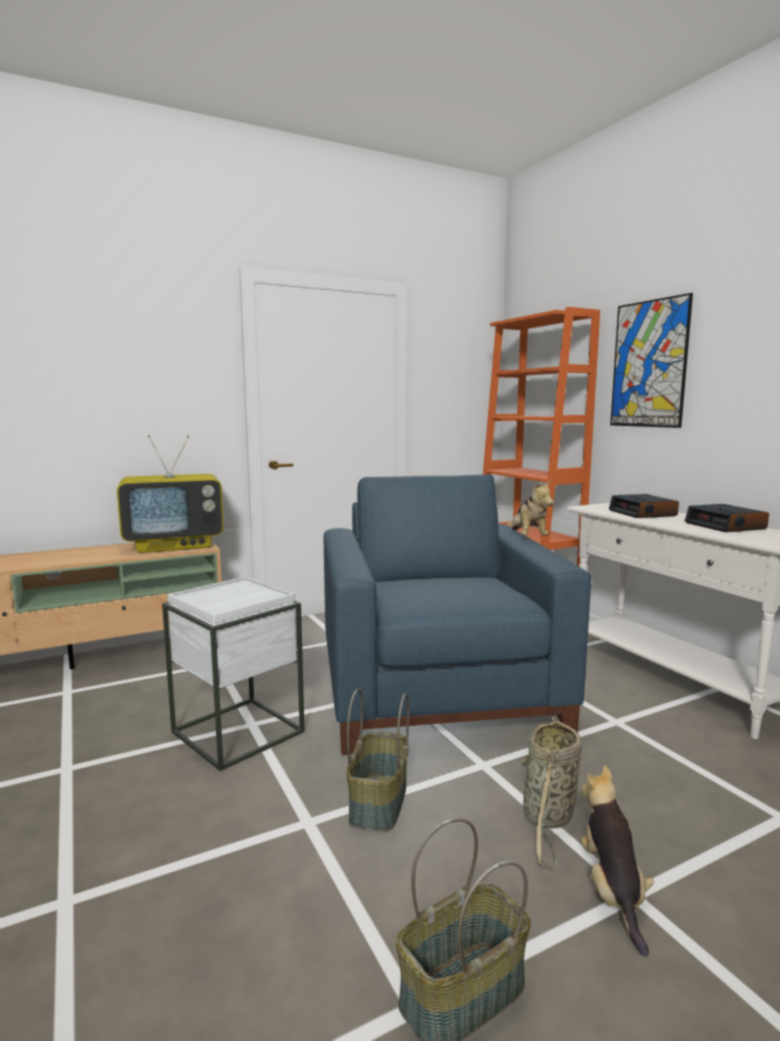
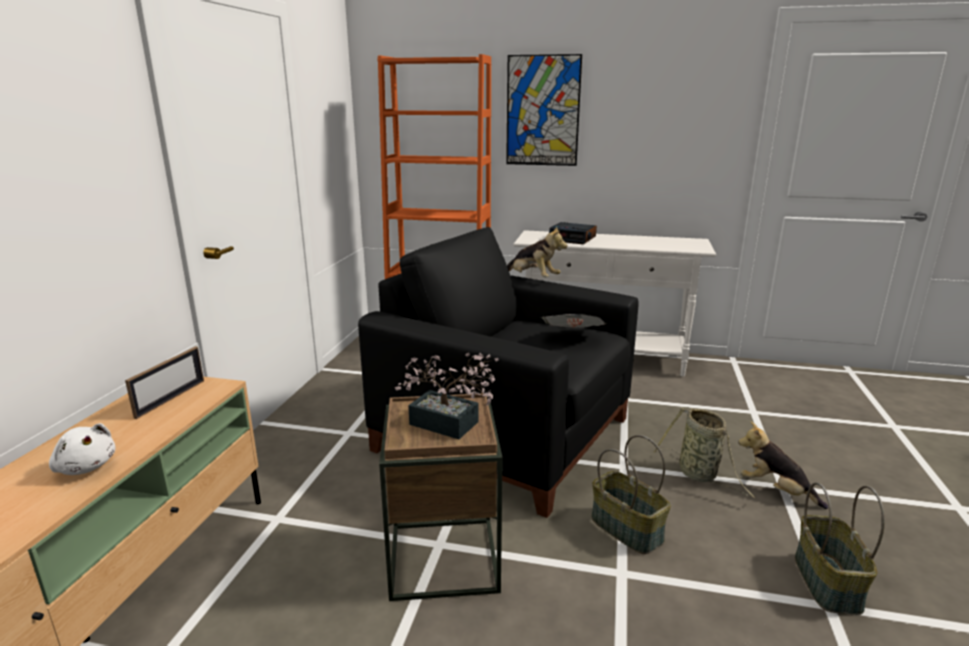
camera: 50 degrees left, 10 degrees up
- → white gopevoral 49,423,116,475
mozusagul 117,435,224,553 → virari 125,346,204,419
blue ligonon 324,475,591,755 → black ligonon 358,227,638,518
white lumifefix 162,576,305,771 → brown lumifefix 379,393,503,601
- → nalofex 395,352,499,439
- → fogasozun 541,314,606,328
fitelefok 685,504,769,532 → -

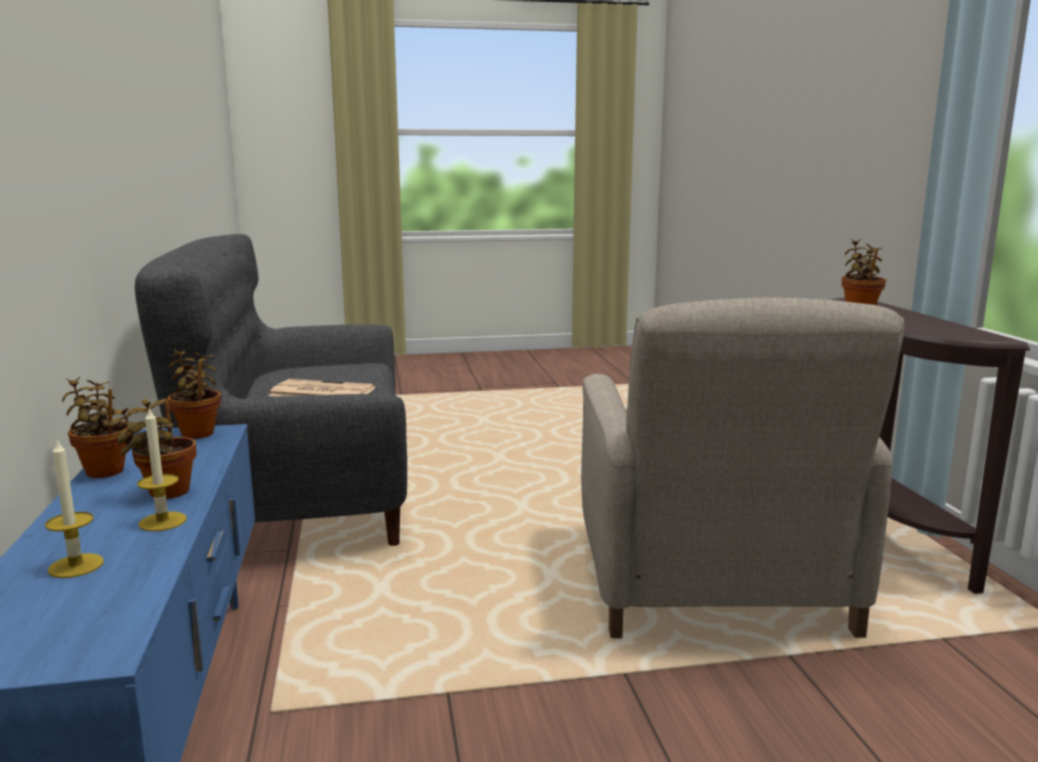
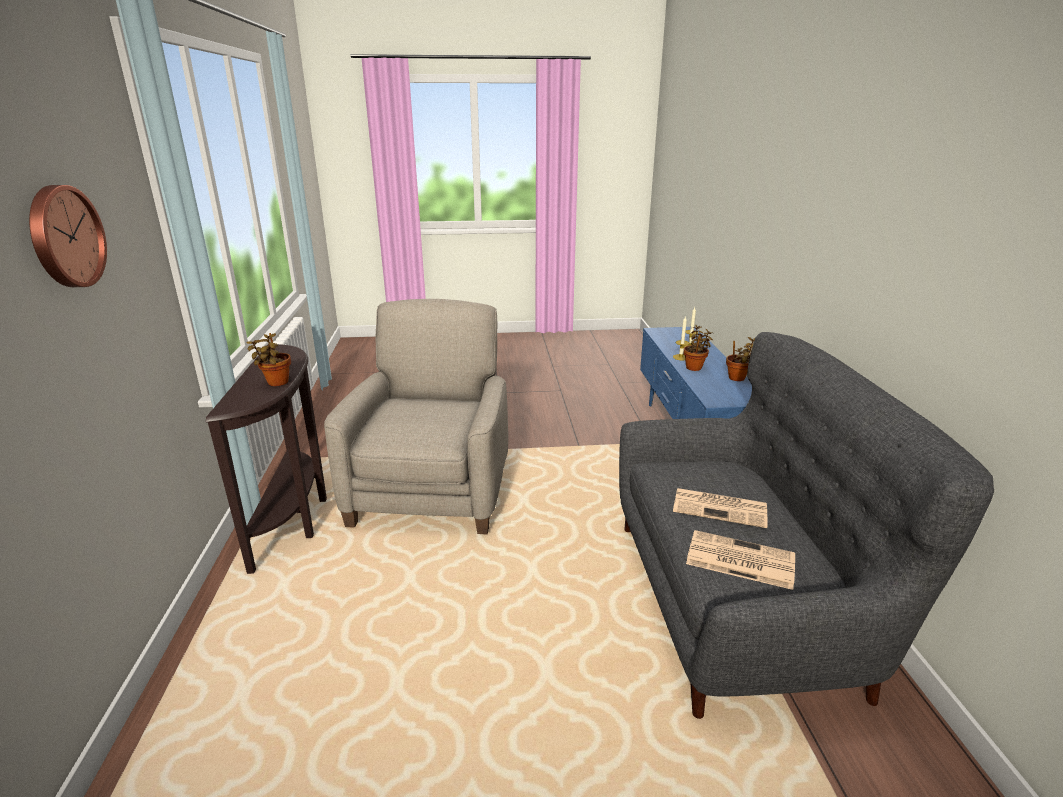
camera: 175 degrees left, 10 degrees up
- → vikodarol 29,185,107,287
- → fogasozun 686,530,795,590
nalofex 168,349,221,439 → -

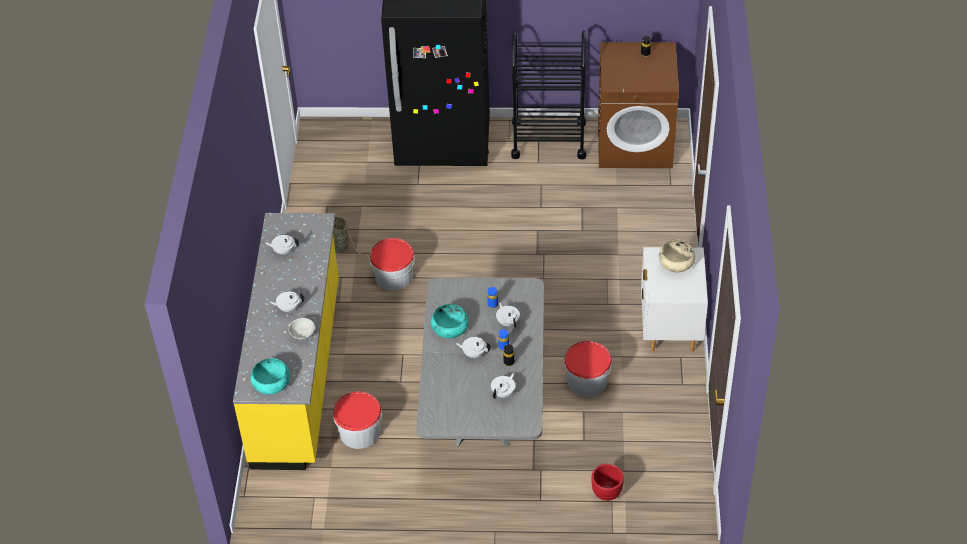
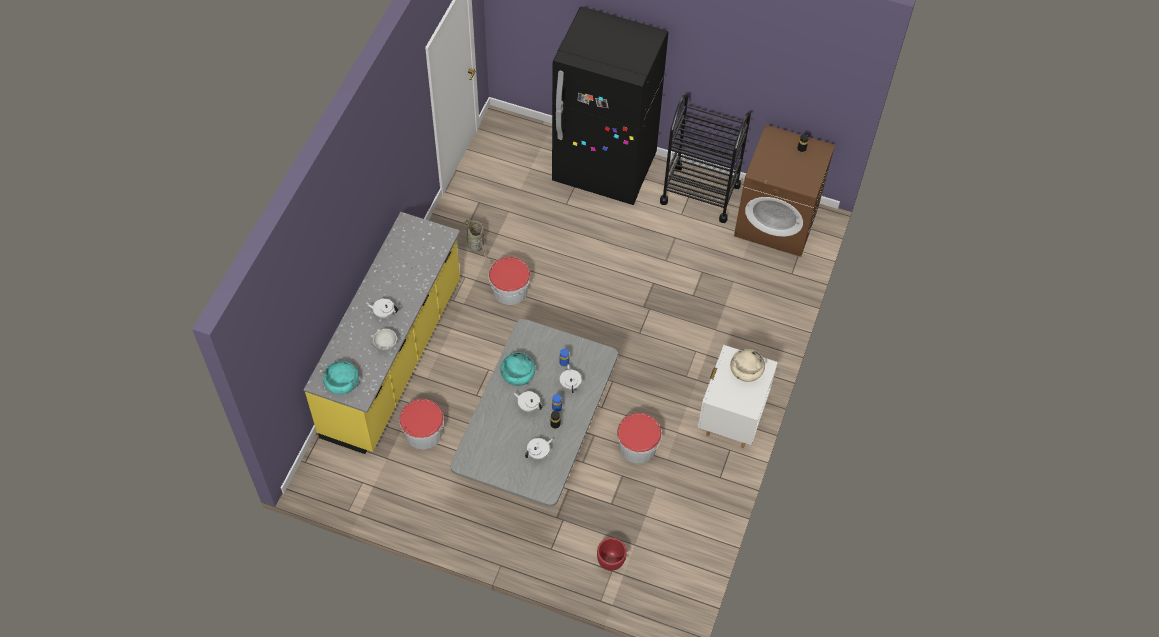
camera: 15 degrees right, 10 degrees up
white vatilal 265,235,299,255 → -

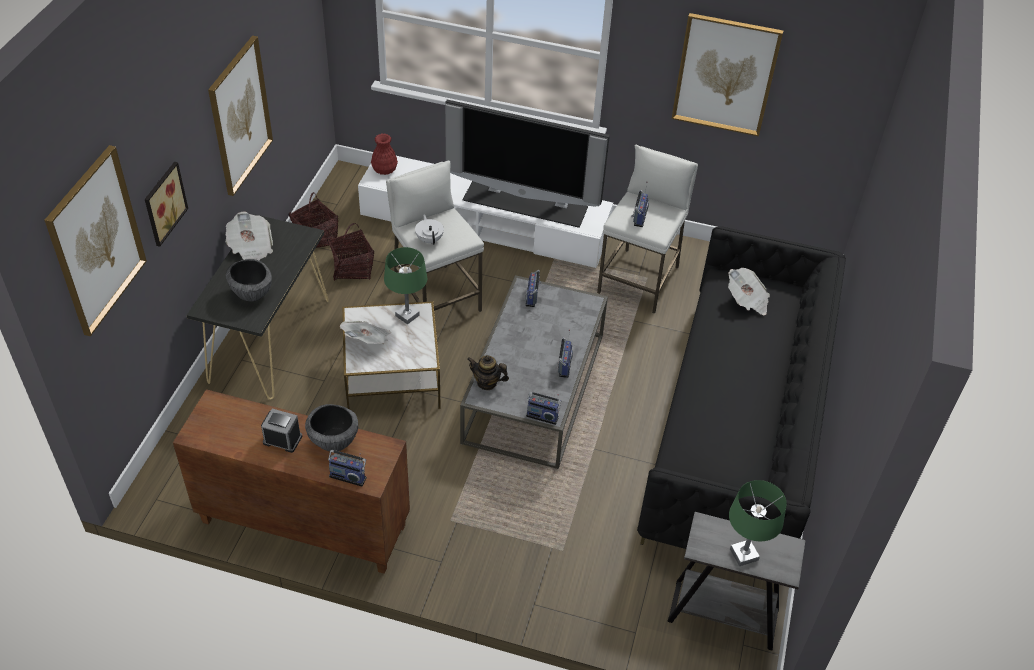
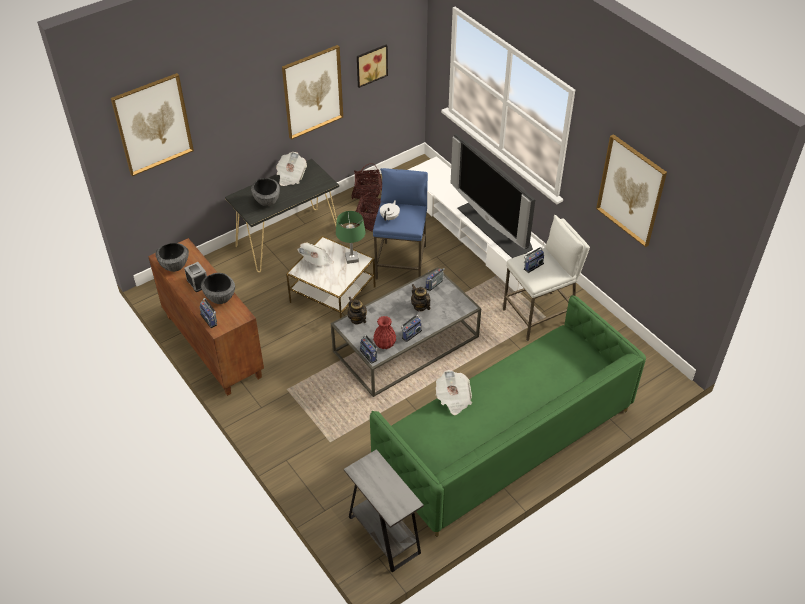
camera: 40 degrees right, 0 degrees up
- → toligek 156,243,189,272
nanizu 145,162,188,247 → nanizu 357,45,388,88, moved
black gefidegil 637,226,846,549 → green gefidegil 370,295,646,537
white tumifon 386,160,484,312 → blue tumifon 373,168,428,280
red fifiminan 371,133,398,175 → red fifiminan 373,316,396,349, moved
- → vatilal 411,284,430,312
fogasozun 728,268,770,315 → fogasozun 436,370,472,415, moved
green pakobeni 729,480,787,566 → -

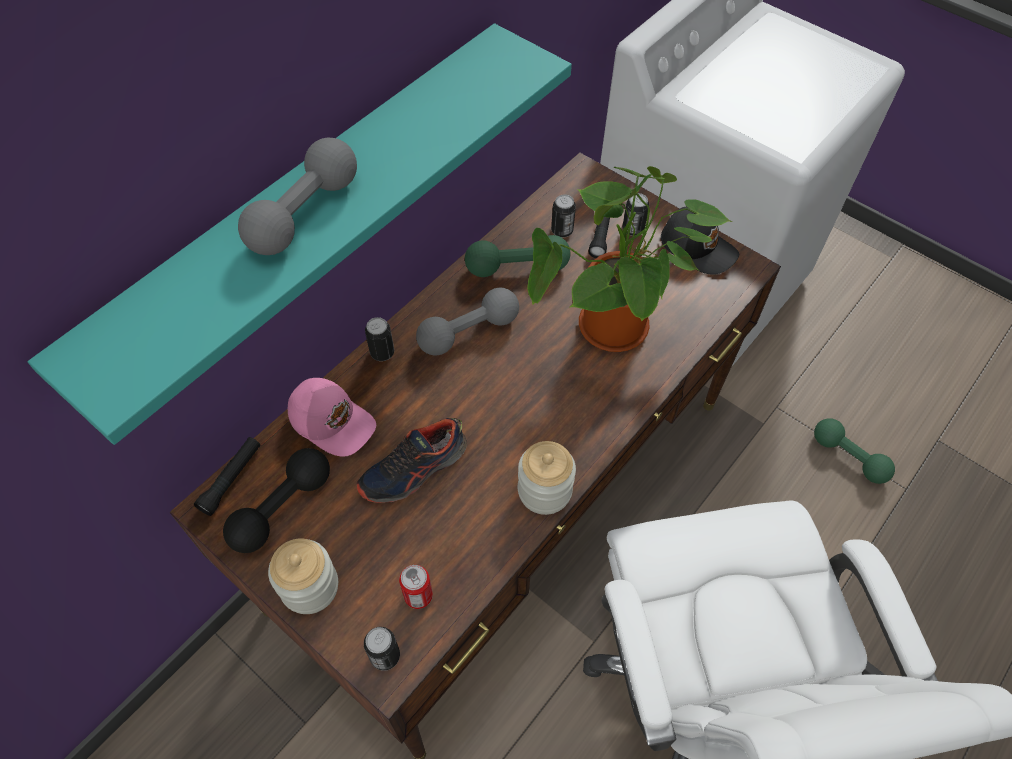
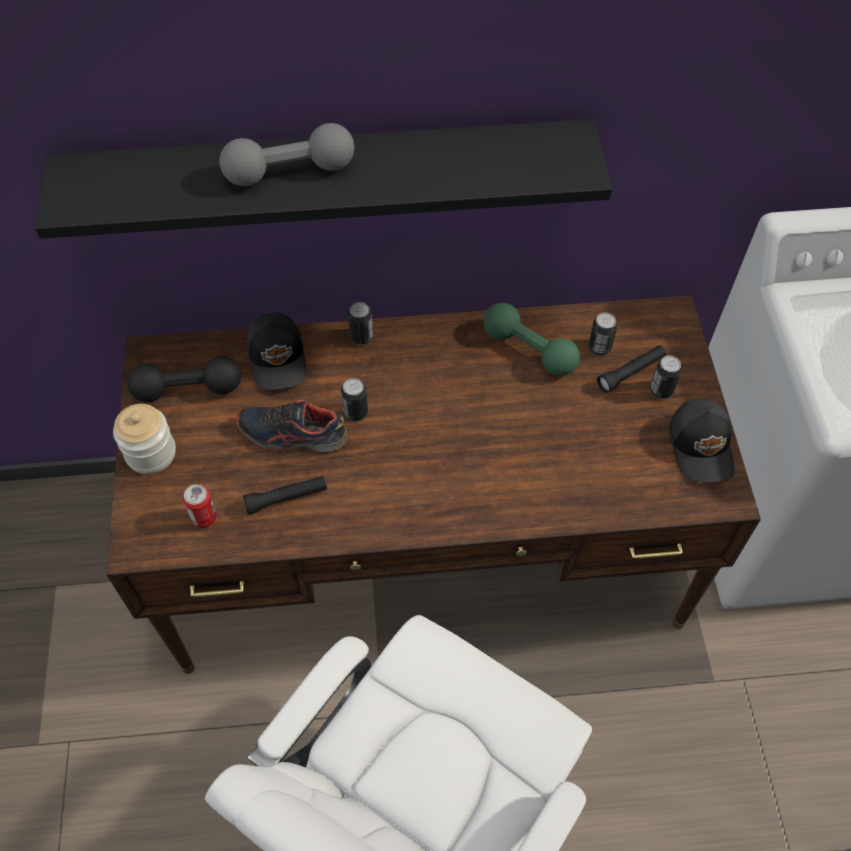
camera: 45 degrees right, 0 degrees up
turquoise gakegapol 28,23,572,445 → black gakegapol 35,119,612,239
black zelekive 194,437,261,516 → black zelekive 243,476,327,515, moved
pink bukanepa 288,378,376,457 → black bukanepa 247,312,307,390
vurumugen 364,627,400,671 → vurumugen 341,378,368,421, moved
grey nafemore 416,288,519,355 → -
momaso 518,441,576,515 → -
nalofex 527,166,732,352 → -
green nafemore 814,418,895,484 → -

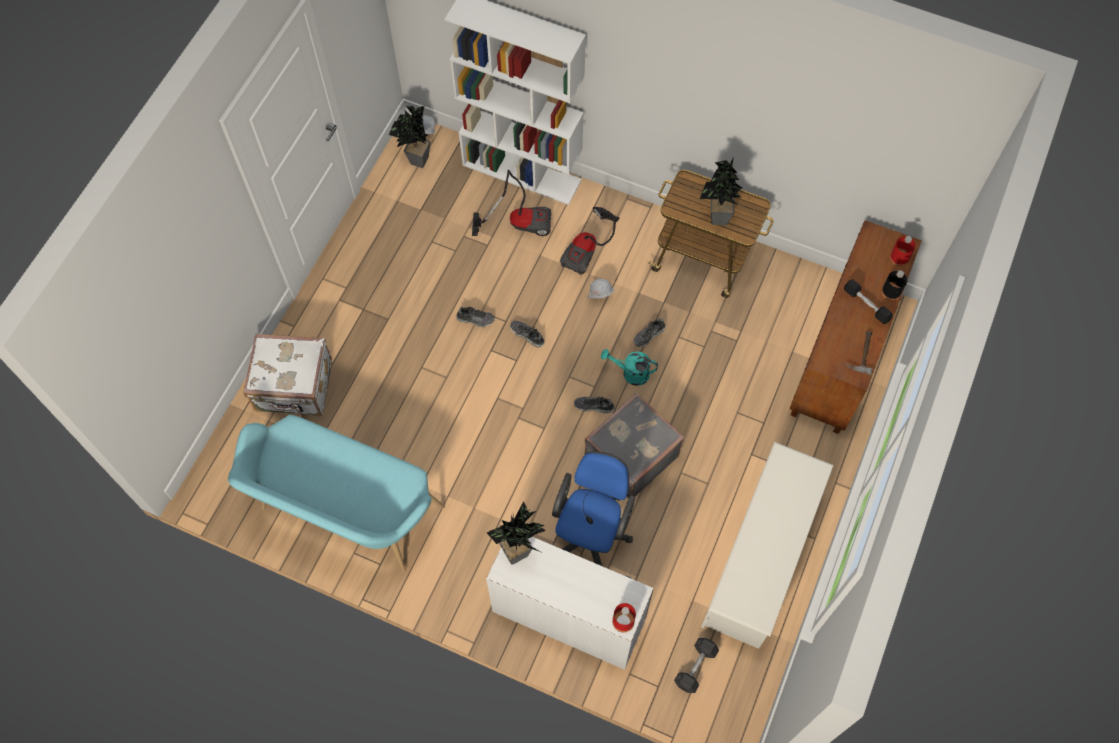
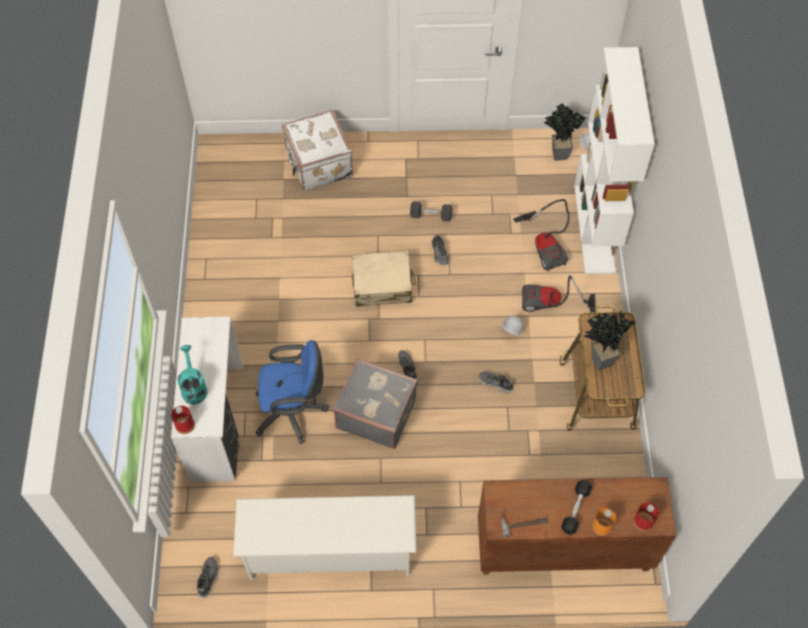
camera: 65 degrees right, 5 degrees down
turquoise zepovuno 601,349,658,386 → turquoise zepovuno 178,345,208,405, moved
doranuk 510,321,545,347 → doranuk 197,557,218,598, moved
- → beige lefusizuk 352,251,416,307
grey nafemore 674,638,719,693 → grey nafemore 410,201,453,221, moved
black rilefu 881,270,908,301 → orange rilefu 592,508,616,536
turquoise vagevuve 228,415,445,572 → -
nalofex 487,501,546,565 → -

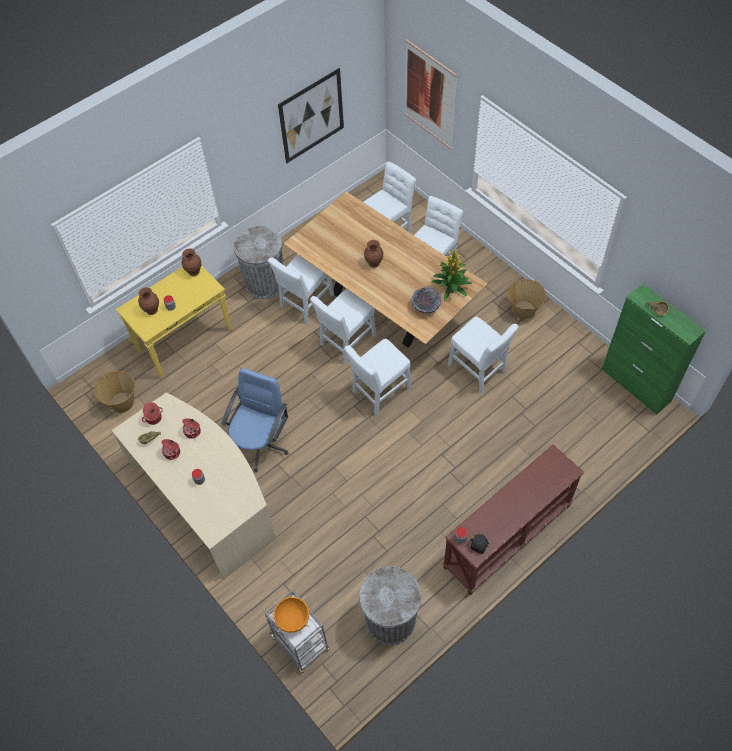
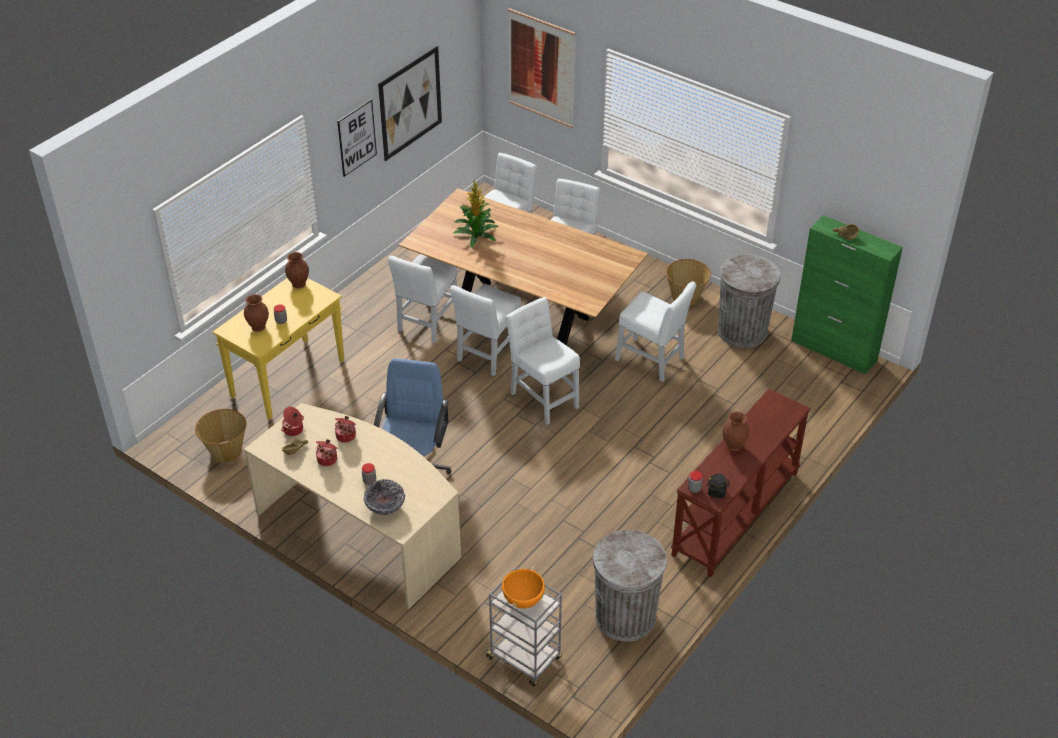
camera: 15 degrees left, 15 degrees down
- → nanizu 337,99,377,177
toligek 411,287,441,314 → toligek 363,479,405,515, moved
nalofex 431,248,472,300 → nalofex 453,180,499,248, moved
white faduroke 344,339,411,416 → white faduroke 505,297,580,425, 105 degrees clockwise
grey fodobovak 233,226,284,299 → grey fodobovak 718,254,780,348, moved
brown fifiminan 364,240,383,268 → brown fifiminan 722,411,749,451, moved

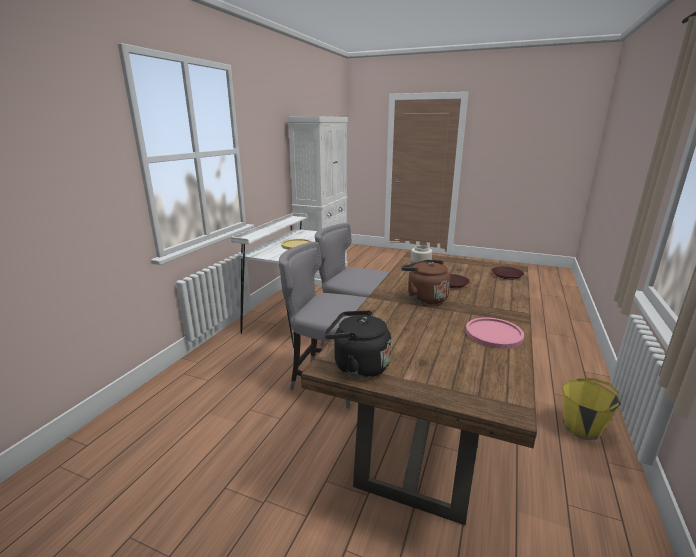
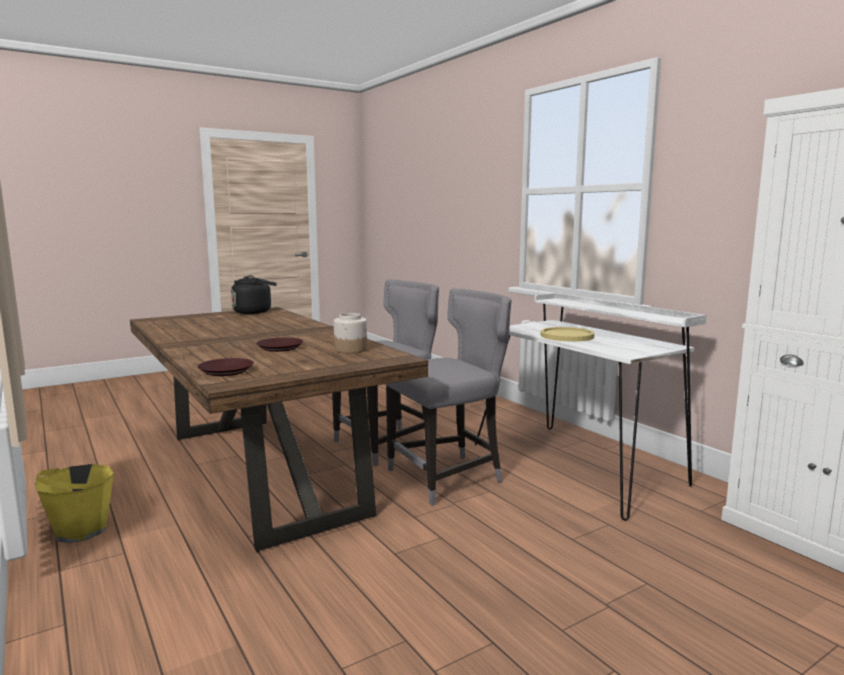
camera: 125 degrees right, 10 degrees down
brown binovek 401,260,450,305 → -
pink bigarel 466,317,524,349 → -

